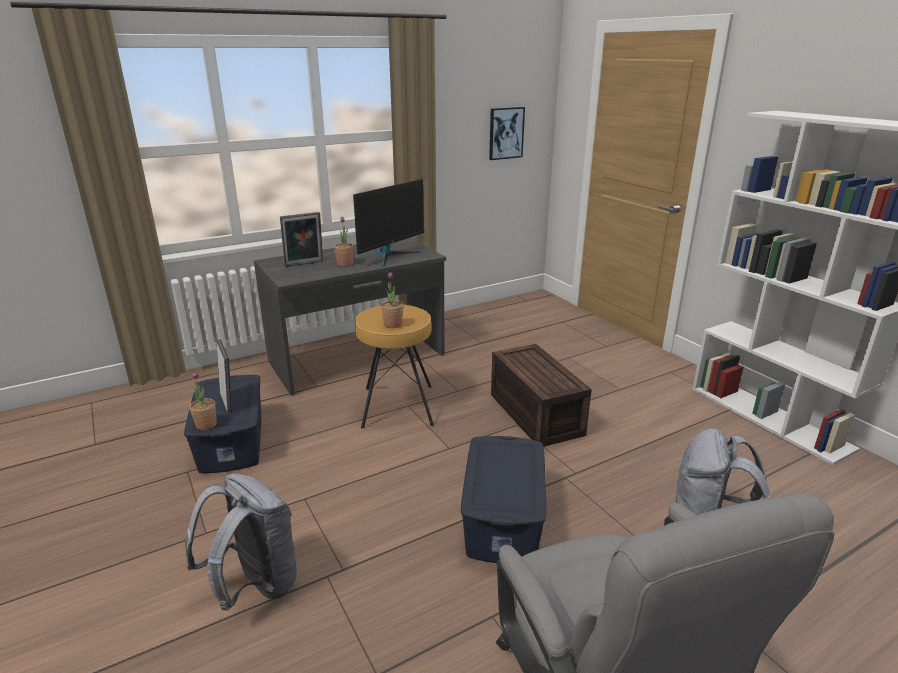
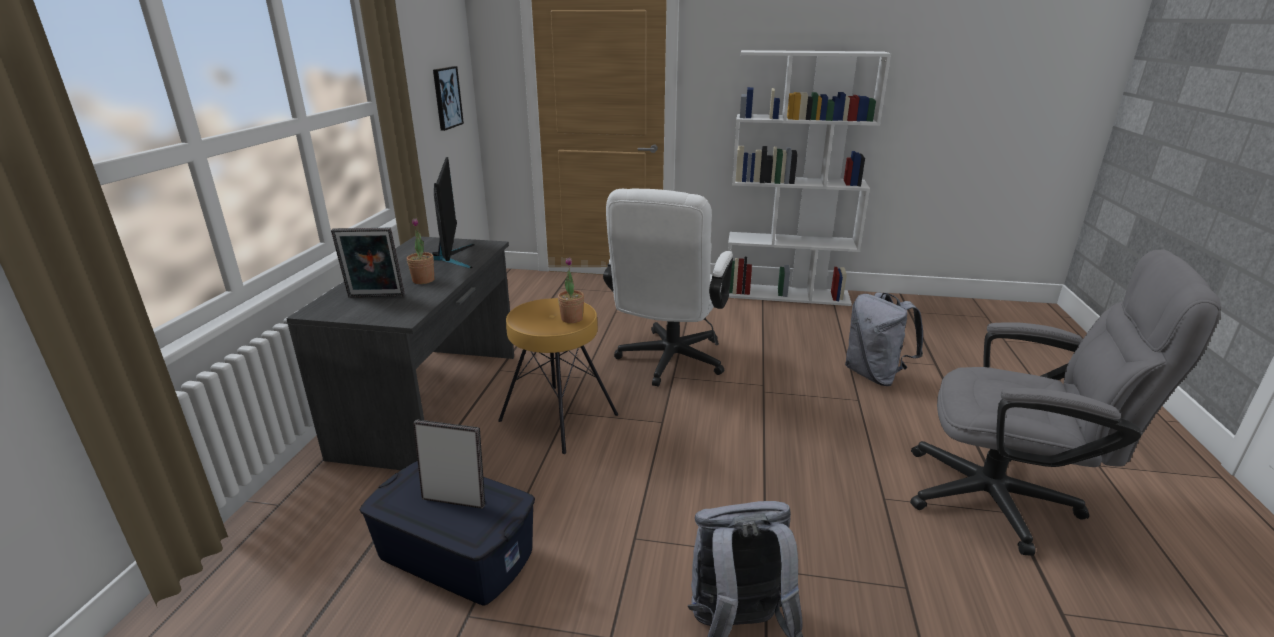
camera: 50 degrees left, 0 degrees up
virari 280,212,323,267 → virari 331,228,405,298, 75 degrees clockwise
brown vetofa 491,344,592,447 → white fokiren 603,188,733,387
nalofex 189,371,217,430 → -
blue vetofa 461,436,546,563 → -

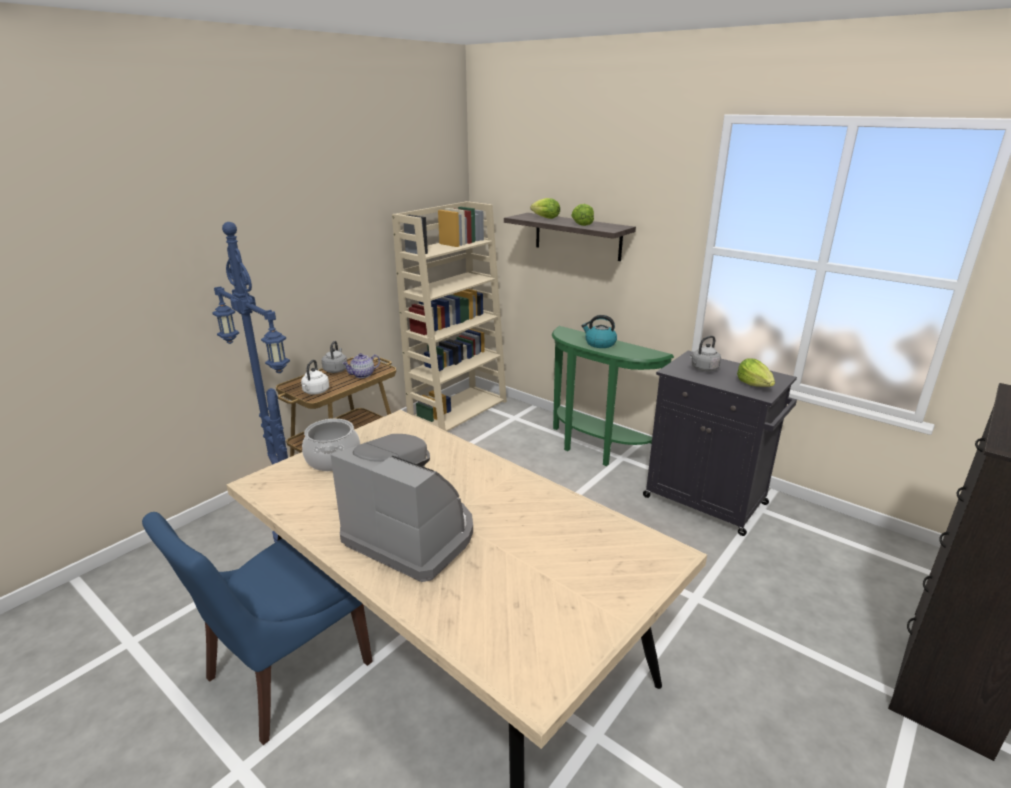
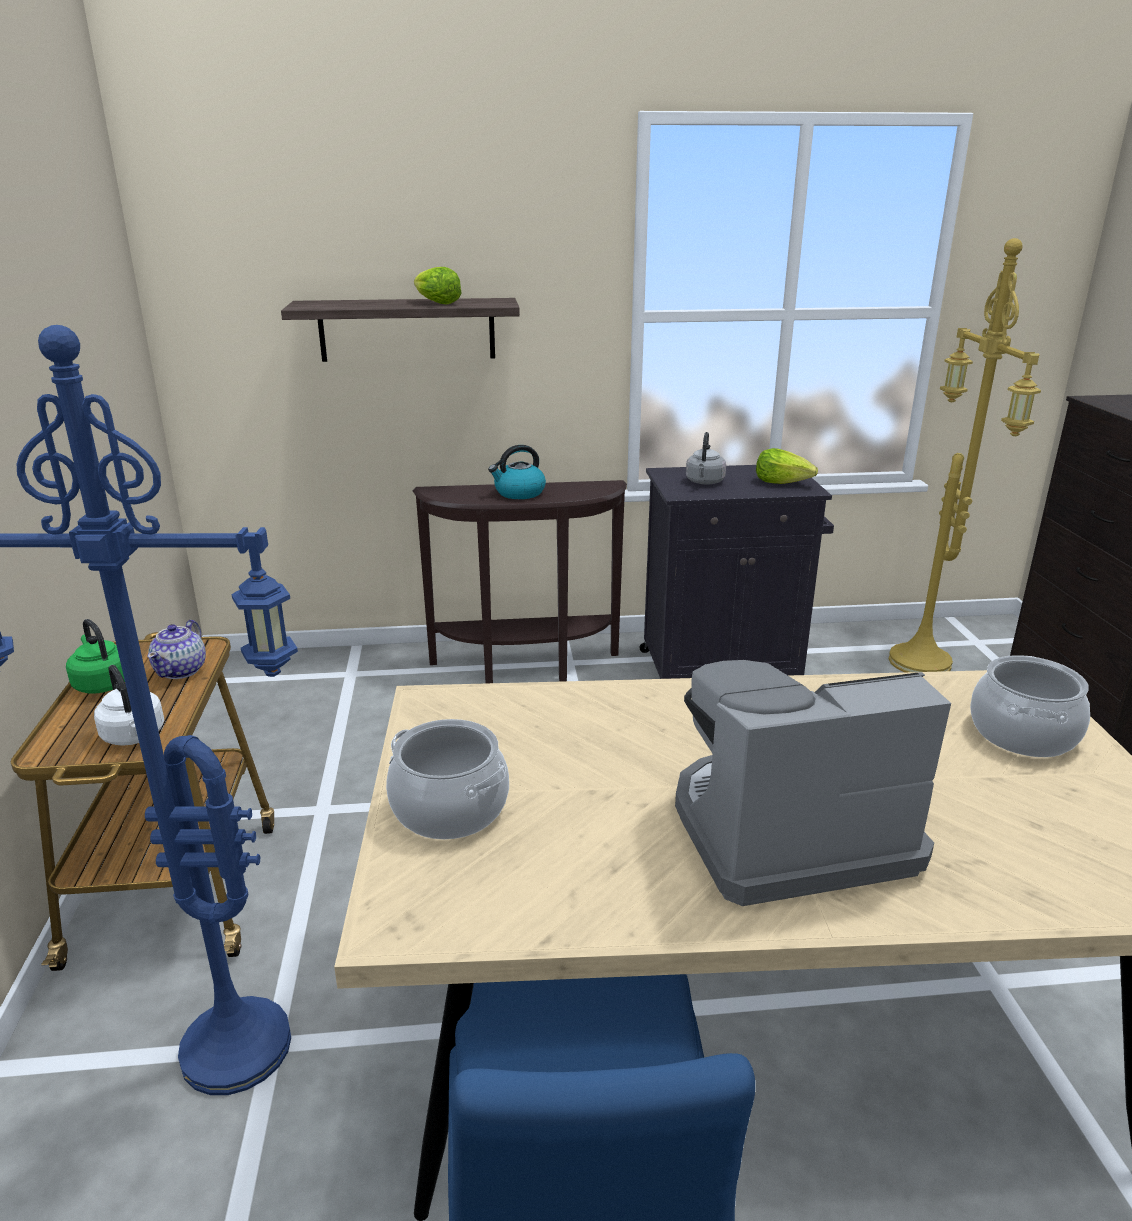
camera: 45 degrees left, 0 degrees up
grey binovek 322,341,347,373 → green binovek 66,619,125,694
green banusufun 552,326,674,466 → brown banusufun 413,480,627,683
- → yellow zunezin 889,238,1041,672
- → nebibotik 970,655,1090,757
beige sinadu 392,201,507,431 → -
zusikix 530,198,560,219 → -

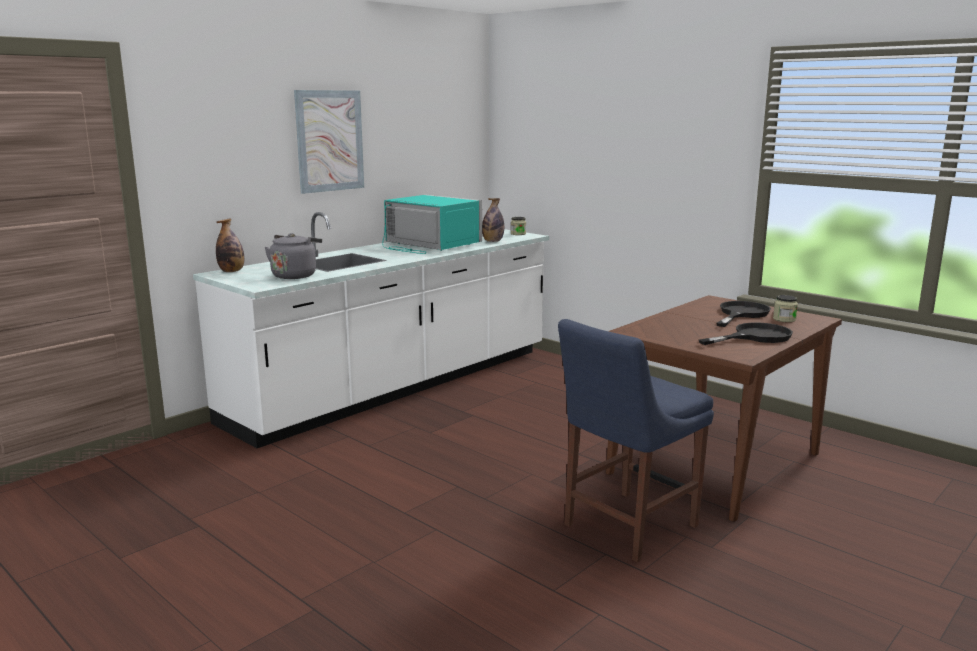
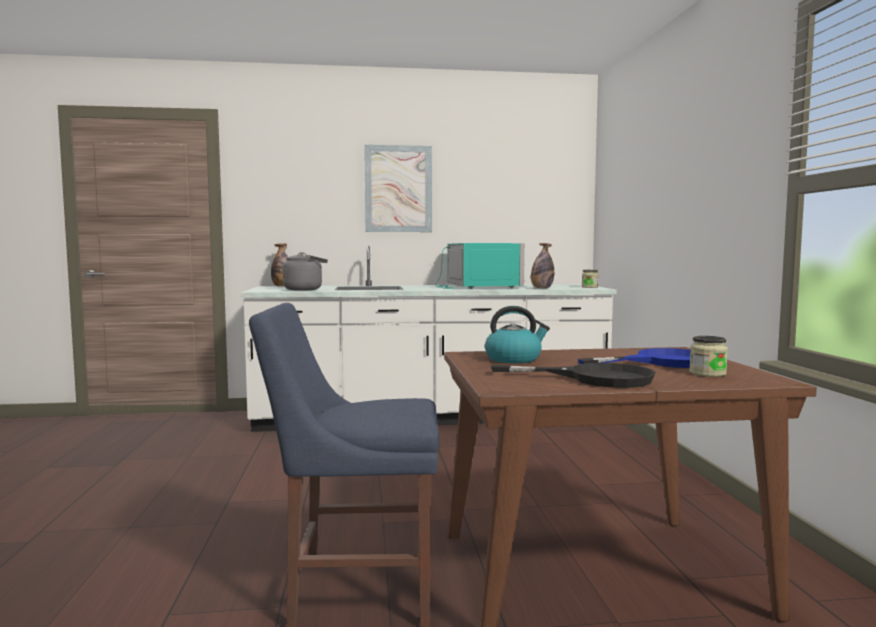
camera: 40 degrees right, 10 degrees down
- → binovek 485,306,550,363
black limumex 716,301,771,327 → blue limumex 578,348,690,368

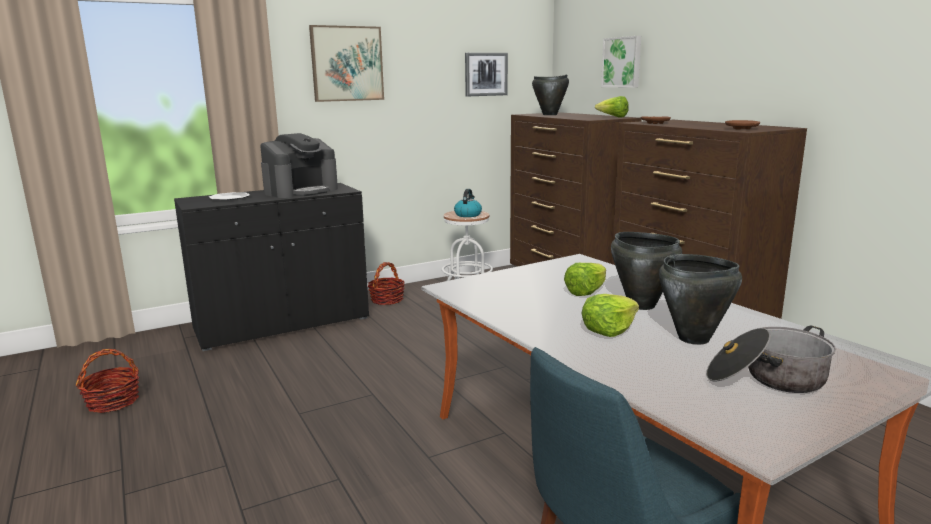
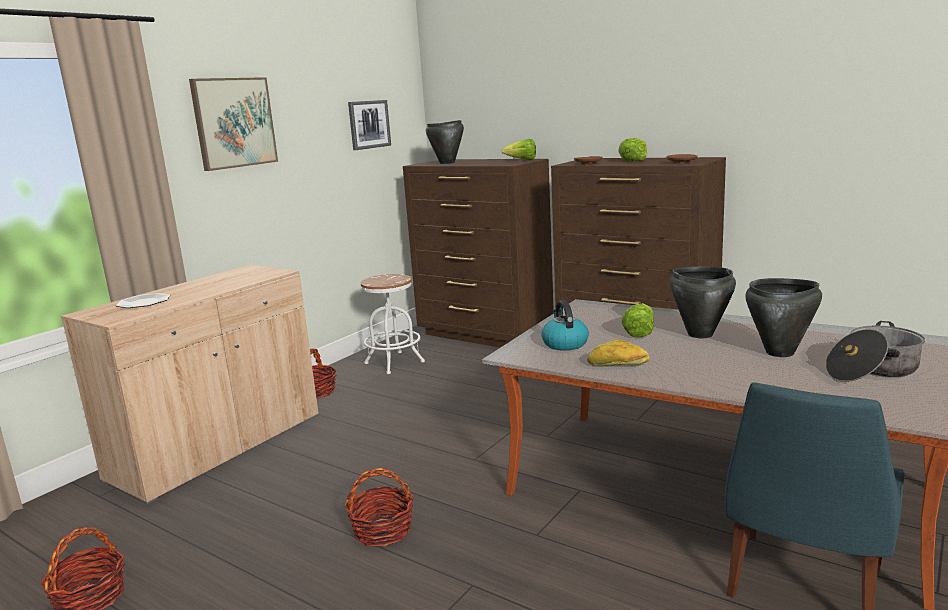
camera: 25 degrees left, 0 degrees up
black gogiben 174,183,369,351 → beige gogiben 61,265,319,504
- → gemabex 344,468,413,547
binovek 454,189,482,217 → binovek 541,301,589,350, moved
- → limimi 587,339,650,366
zusikix 581,294,639,337 → zusikix 618,138,647,162, moved
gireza 260,133,338,198 → -
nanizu 601,36,641,88 → -

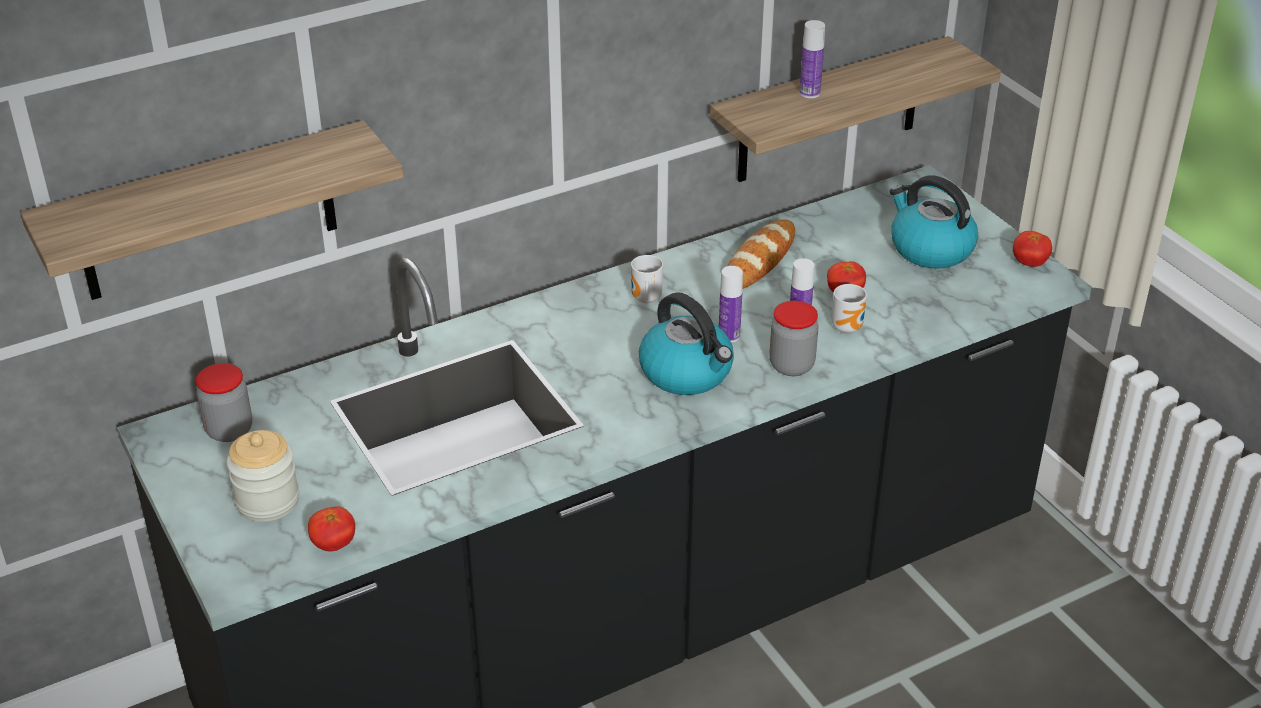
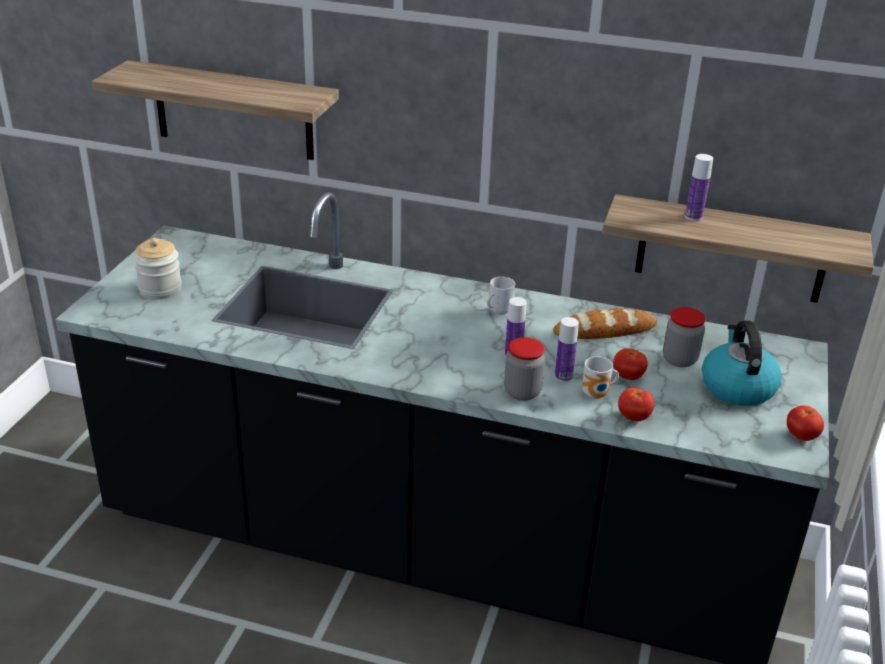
camera: 45 degrees right, 5 degrees down
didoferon 308,506,355,551 → didoferon 618,388,654,421, moved
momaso 196,363,252,442 → momaso 663,307,706,367, moved
binovek 639,292,734,395 → -

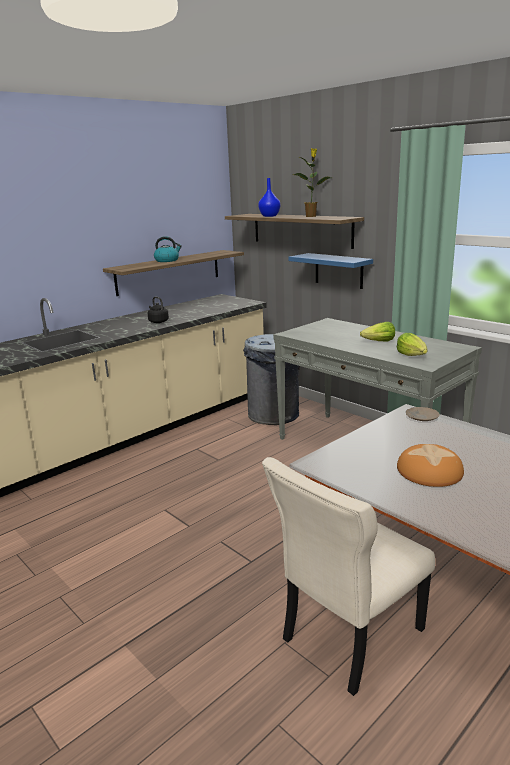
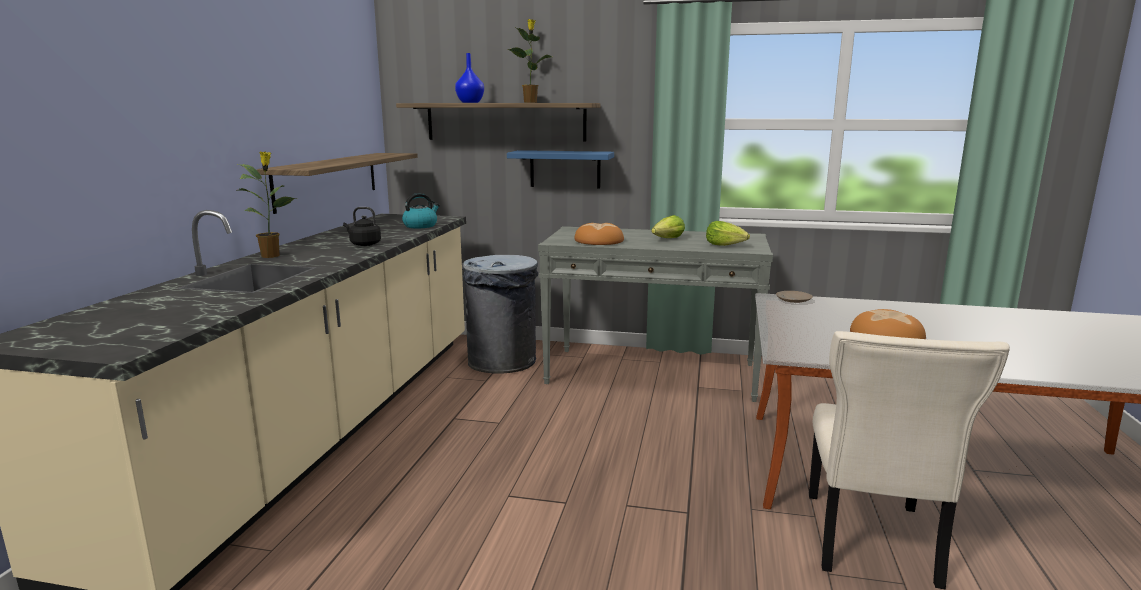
camera: 35 degrees left, 5 degrees down
- → nalofex 237,152,297,258
binovek 154,236,182,262 → binovek 402,193,440,228, moved
- → limimi 575,223,624,245

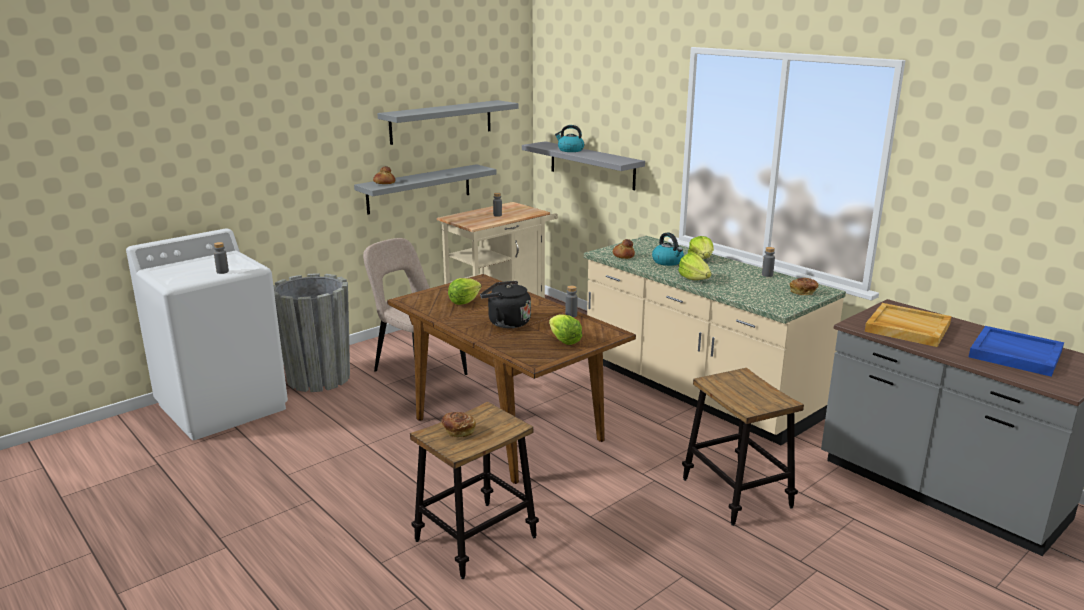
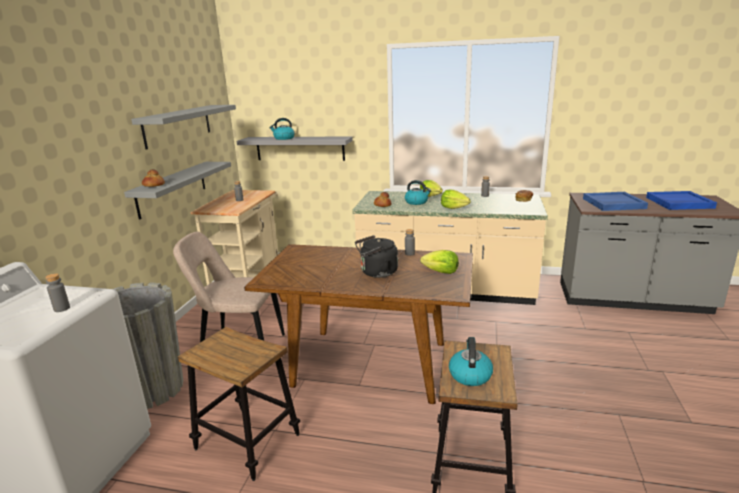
camera: 35 degrees left, 0 degrees up
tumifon 682,368,804,526 → tumifon 178,327,300,481, moved
limimi 441,412,476,437 → binovek 449,337,493,386
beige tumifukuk 865,303,952,347 → blue tumifukuk 583,192,648,211
zusikix 448,278,481,305 → -

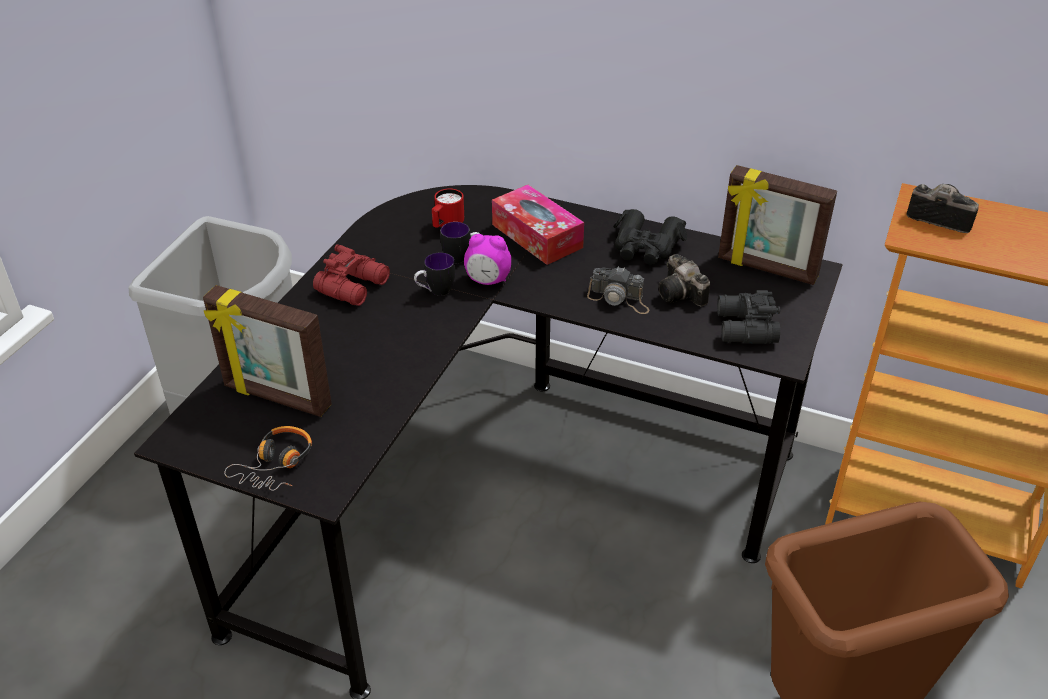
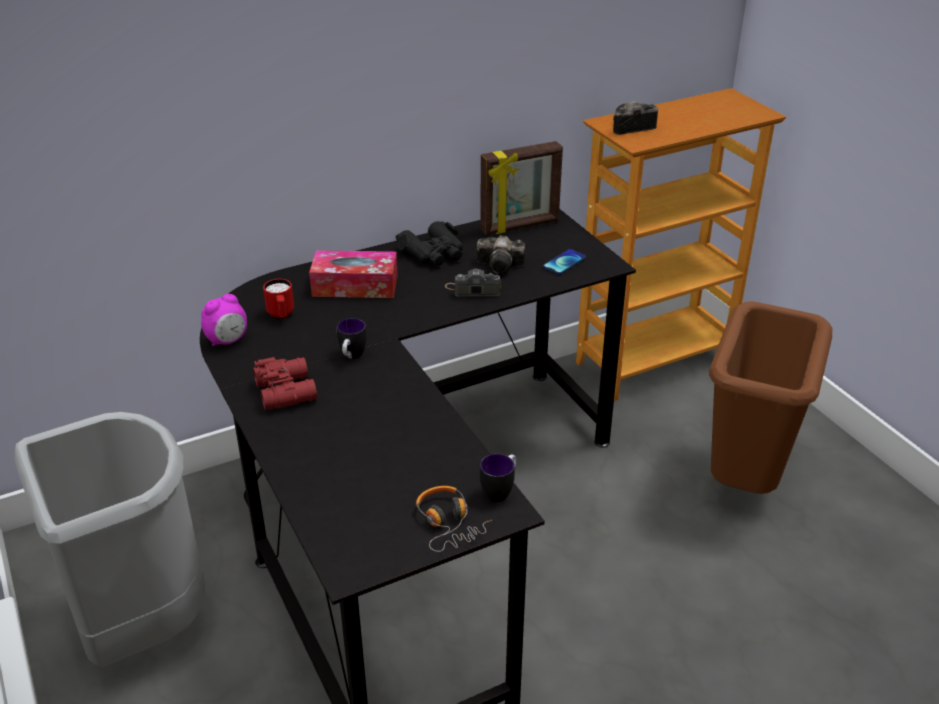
camera: 50 degrees left, 5 degrees down
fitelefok 464,234,511,285 → fitelefok 201,294,247,346, moved
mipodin 587,266,650,314 → mipodin 445,269,501,297, 150 degrees counterclockwise
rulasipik 440,222,480,263 → rulasipik 480,454,517,503, moved
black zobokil 717,290,780,344 → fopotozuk 543,249,586,275
virari 203,285,332,417 → -

